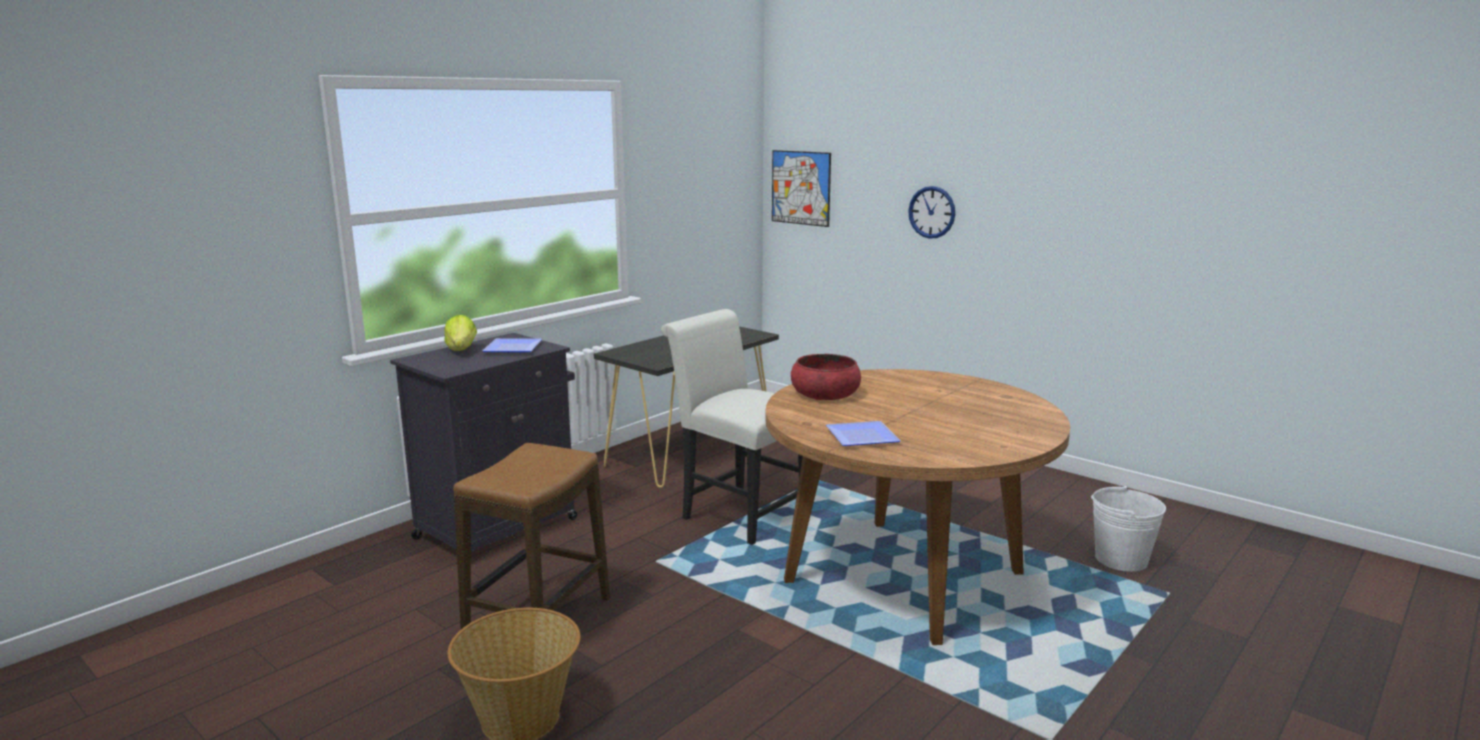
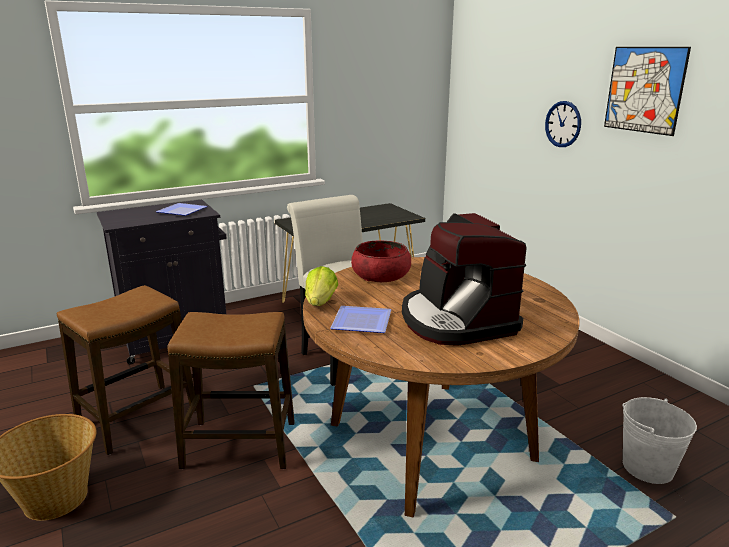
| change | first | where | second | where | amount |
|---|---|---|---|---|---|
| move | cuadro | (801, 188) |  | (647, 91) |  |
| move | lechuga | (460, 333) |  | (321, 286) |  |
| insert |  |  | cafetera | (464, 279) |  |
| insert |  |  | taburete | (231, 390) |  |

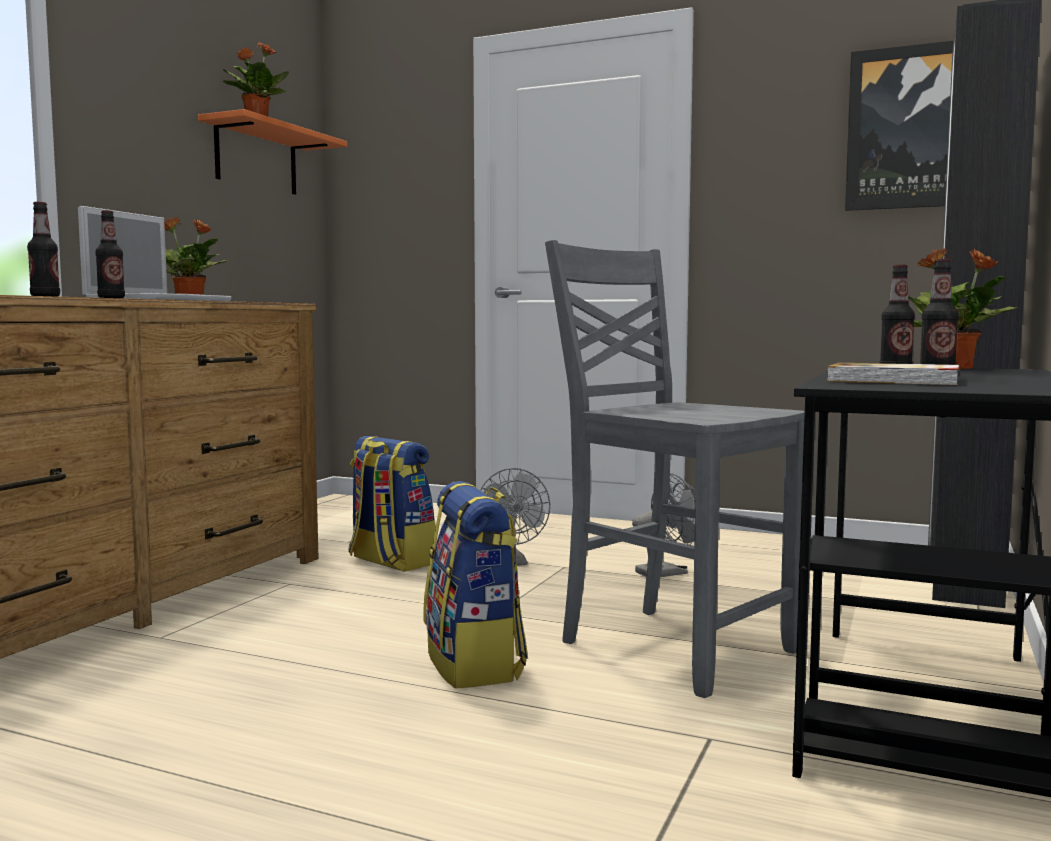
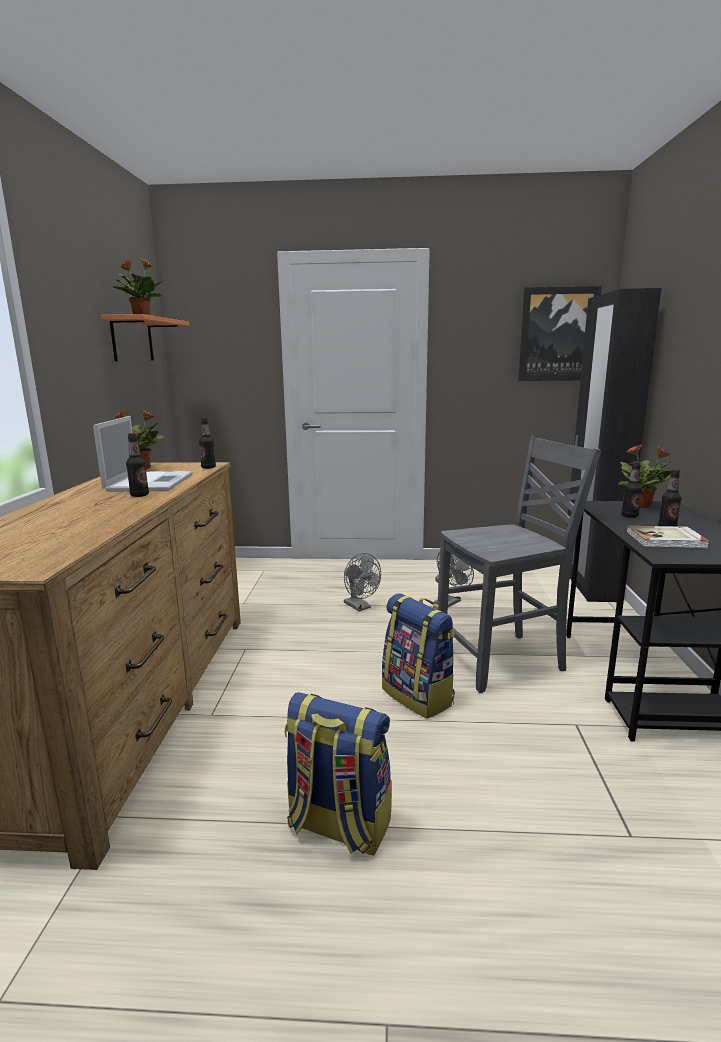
| change | first | where | second | where | amount |
|---|---|---|---|---|---|
| move | botella | (43, 249) |  | (207, 443) |  |
| rotate | silla [gris] | (675, 469) |  | (519, 564) | 135 degrees clockwise |
| move | mochila | (392, 504) |  | (338, 773) |  |

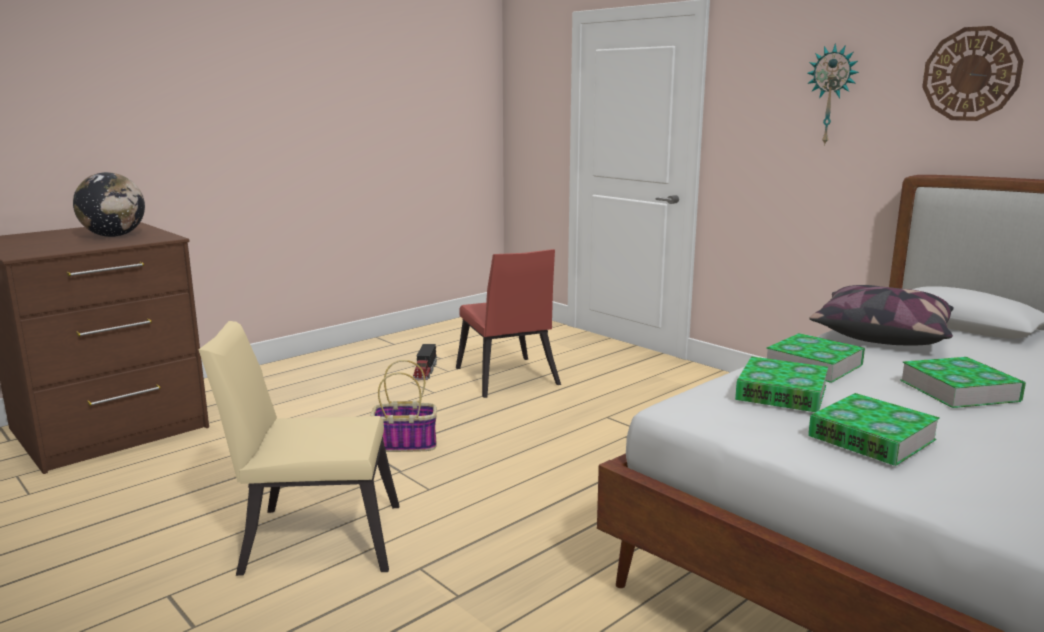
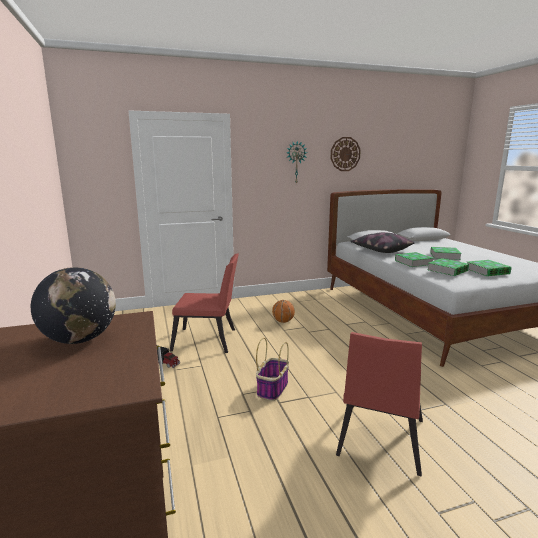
| change | first | where | second | where | amount |
|---|---|---|---|---|---|
| recolor | silla [beis] | (299, 448) | silla [rojo] | (379, 404) |  |
| insert |  |  | balón de baloncesto | (283, 311) |  |

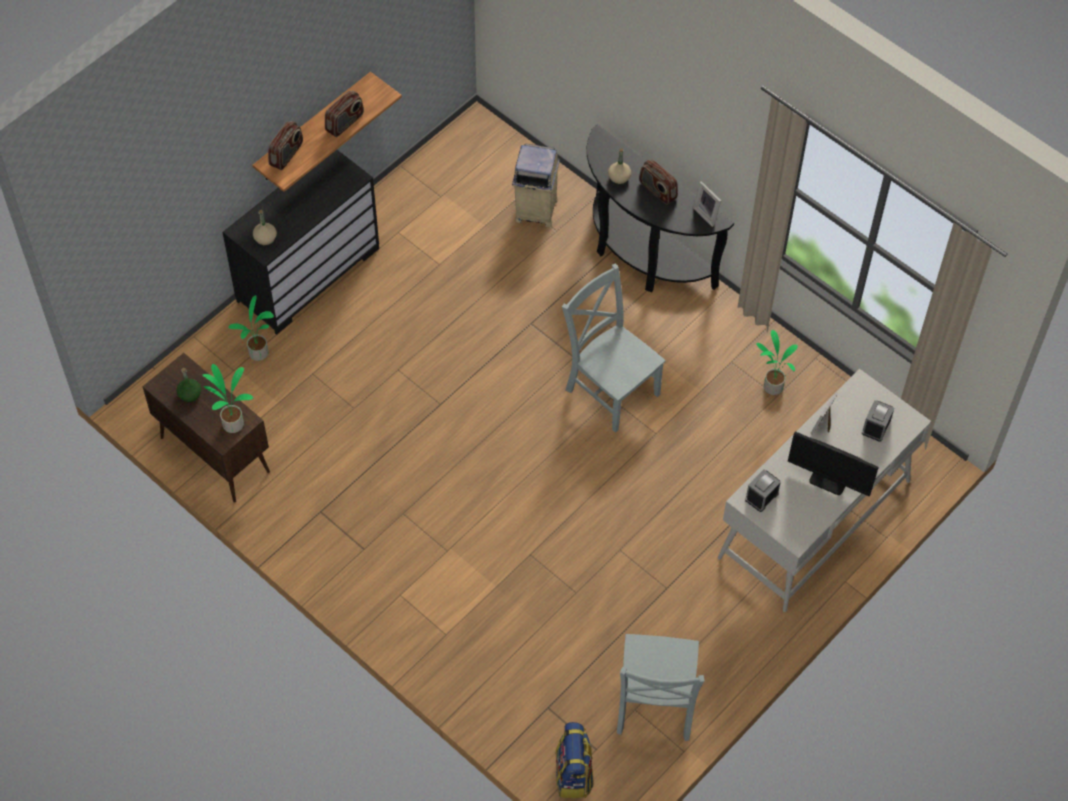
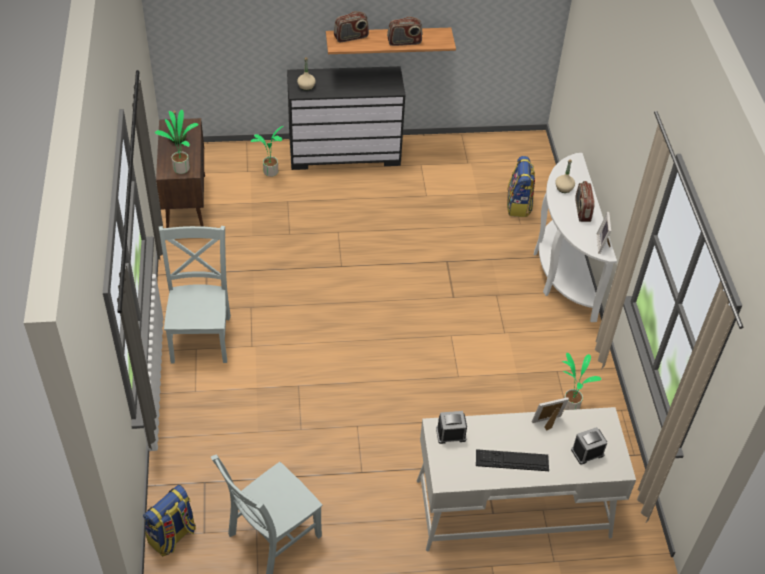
| change | first | where | second | where | amount |
|---|---|---|---|---|---|
| recolor | mesa consola [negro] | (660, 208) | mesa consola [blanco] | (575, 237) |  |
| replace | papelera [beis] | (536, 185) | mochila | (521, 186) |  |
| move | silla [gris] | (614, 348) |  | (195, 295) |  |
| replace | monitor | (833, 464) | teclado | (512, 460) |  |

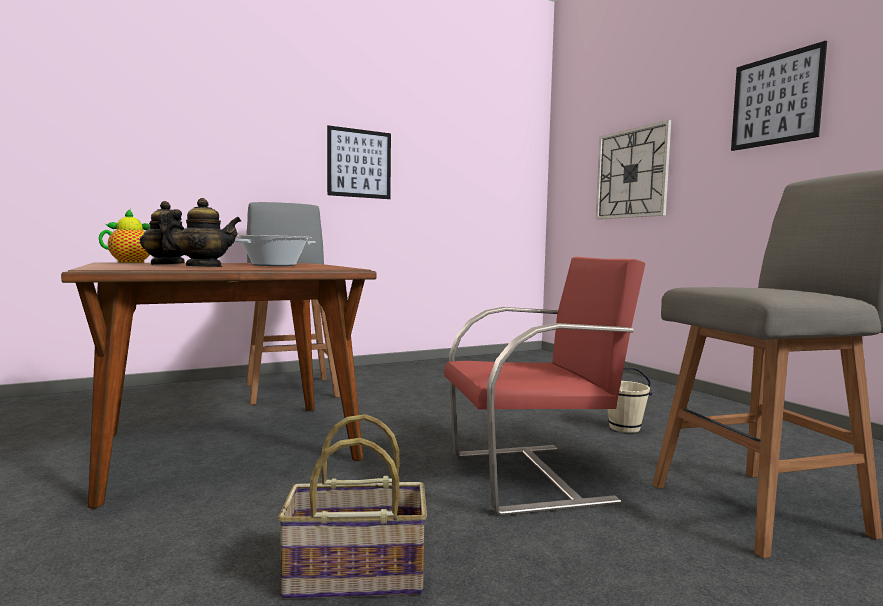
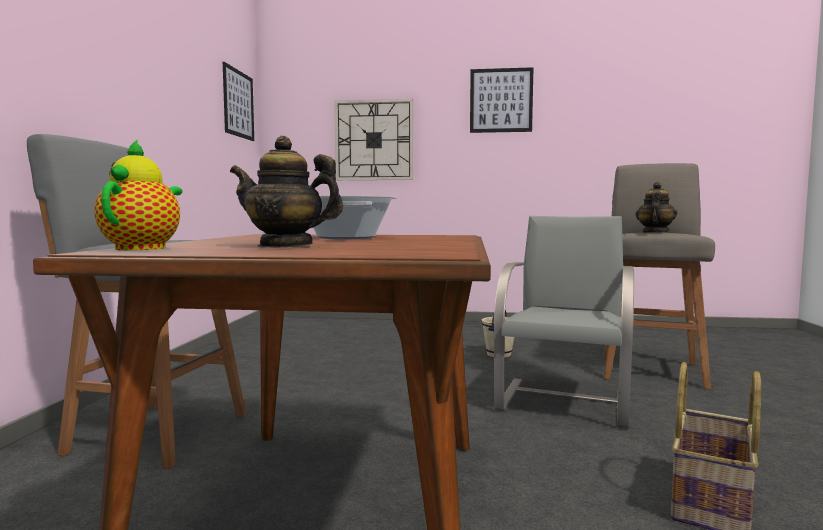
| change | first | where | second | where | amount |
|---|---|---|---|---|---|
| move | cuadro | (359, 162) |  | (238, 101) |  |
| move | tetera | (202, 232) |  | (656, 207) |  |
| recolor | silla [rojo] | (545, 386) | silla [gris] | (564, 322) |  |

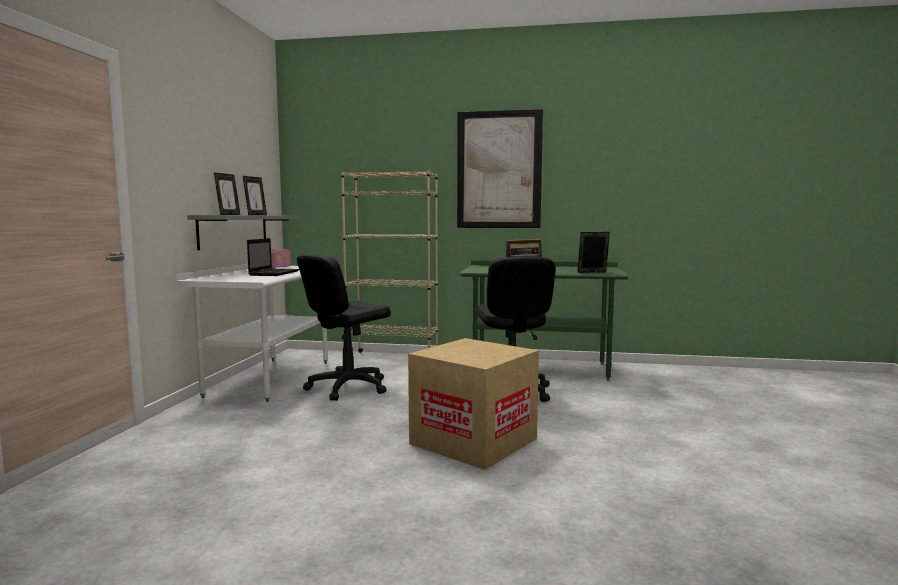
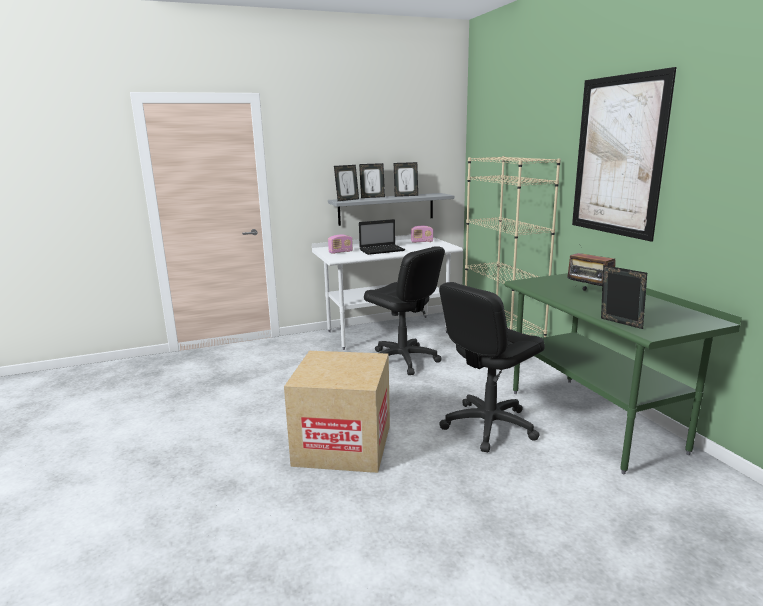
| change | first | where | second | where | amount |
|---|---|---|---|---|---|
| rotate | silla de oficina [negro] | (344, 327) |  | (404, 310) | 150 degrees counterclockwise |
| insert |  |  | portarretratos | (346, 183) |  |
| insert |  |  | radio | (340, 244) |  |

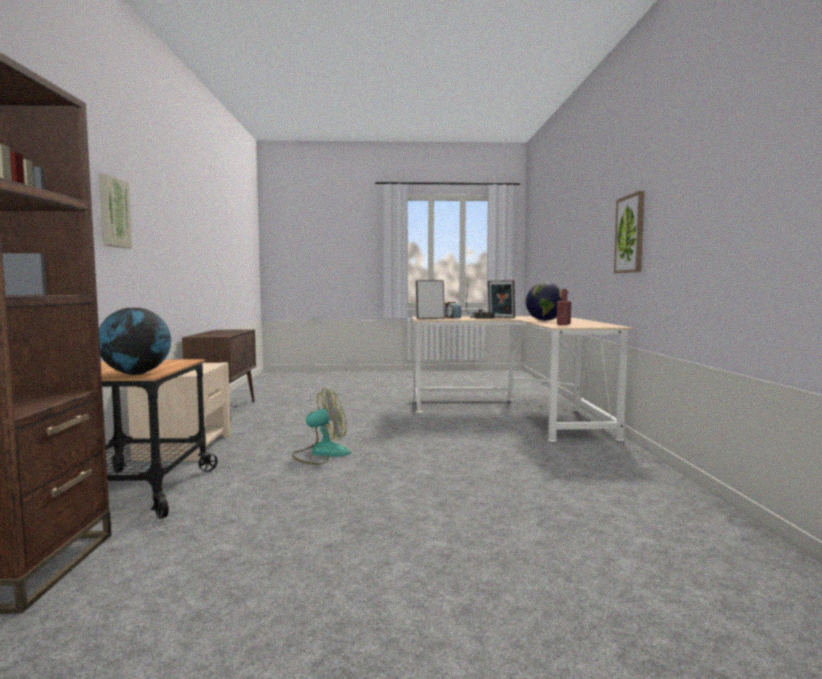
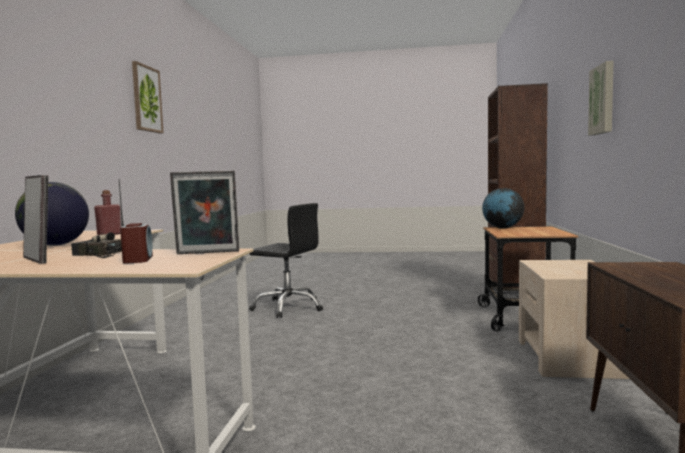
| change | first | where | second | where | amount |
|---|---|---|---|---|---|
| move | cuadro | (629, 232) |  | (148, 97) |  |
| delete | ventilador | (321, 426) |  |  |  |
| insert |  |  | silla de oficina [negro] | (286, 260) |  |

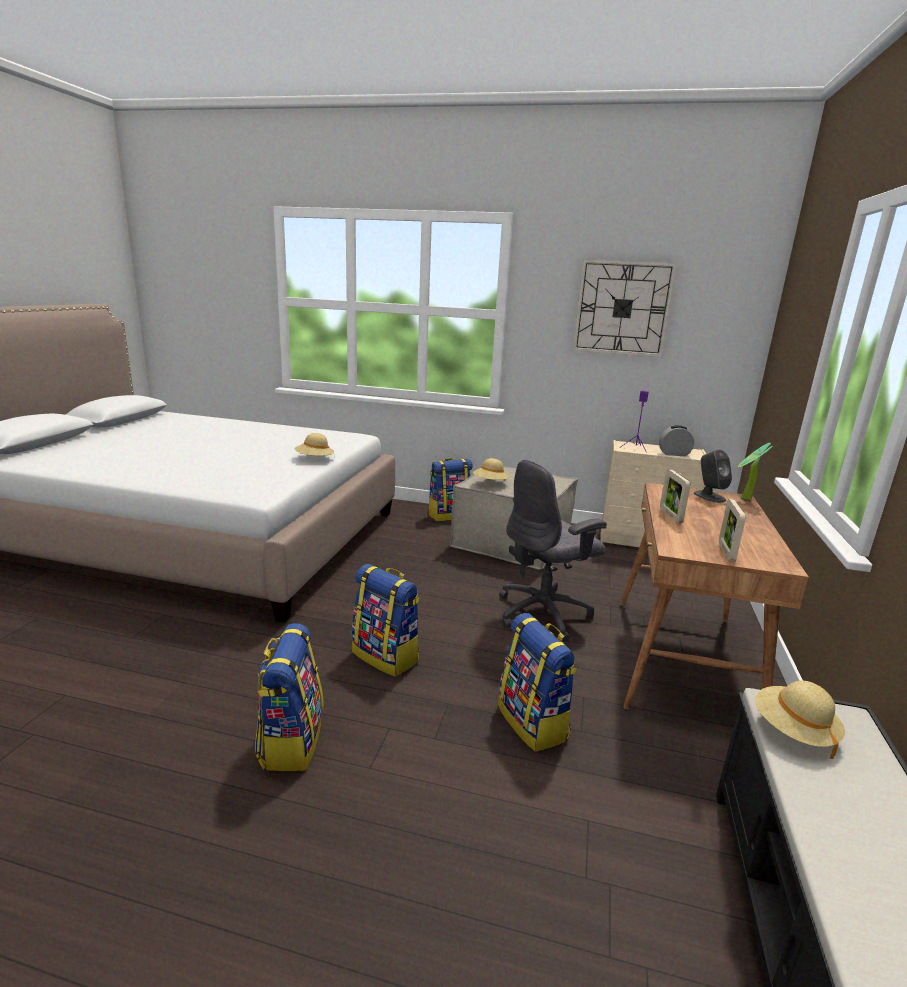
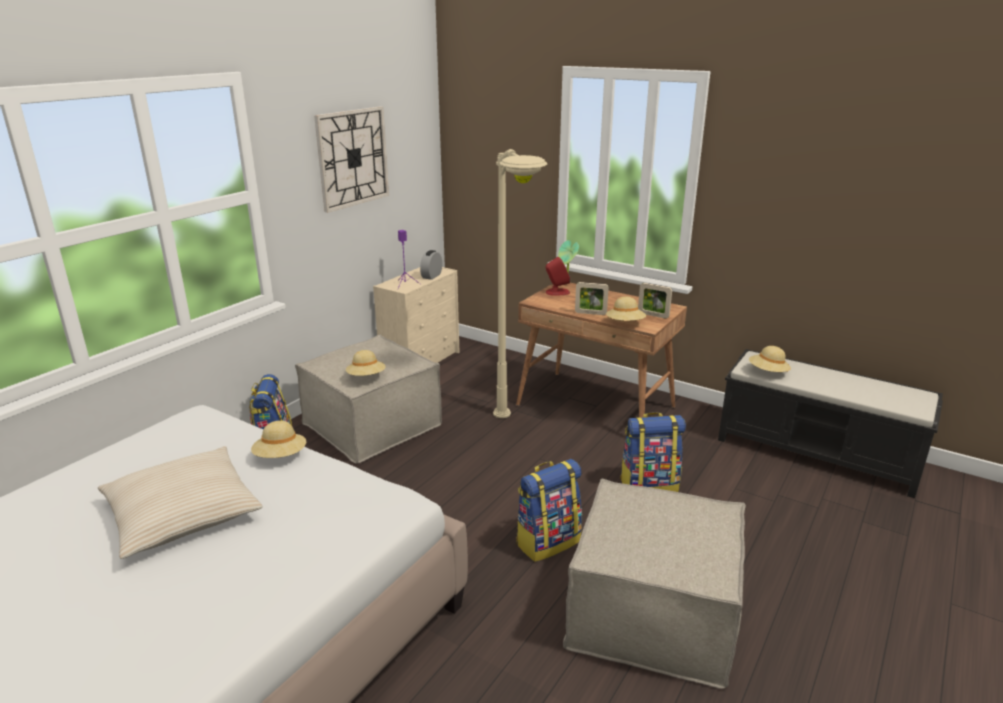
| change | first | where | second | where | amount |
|---|---|---|---|---|---|
| recolor | altavoz [gris] | (713, 476) | altavoz [rojo] | (557, 276) |  |
| replace | silla de oficina [gris] | (553, 551) | lámpara de pie [beis] | (520, 283) |  |
| replace | mochila | (289, 697) | puf [beis] | (654, 584) |  |
| insert |  |  | sombrero [beis] | (626, 308) |  |
| insert |  |  | cojín [beis] | (180, 502) |  |

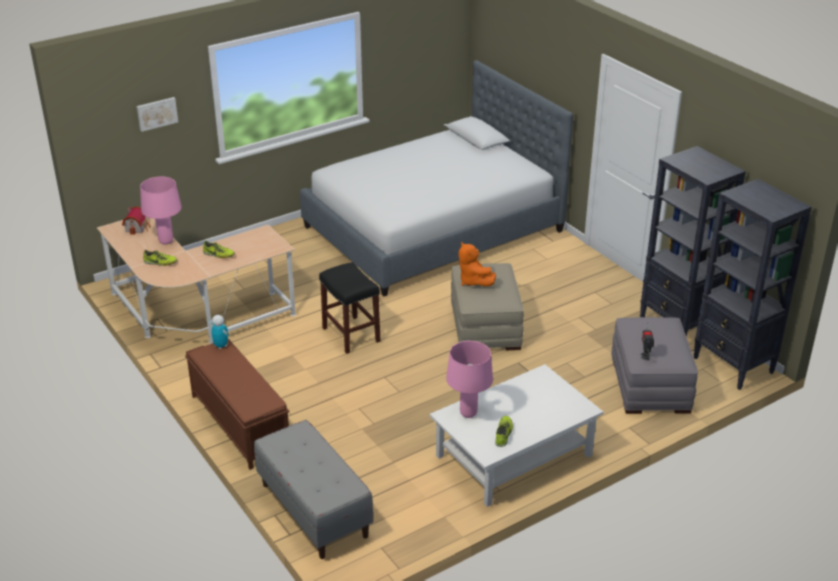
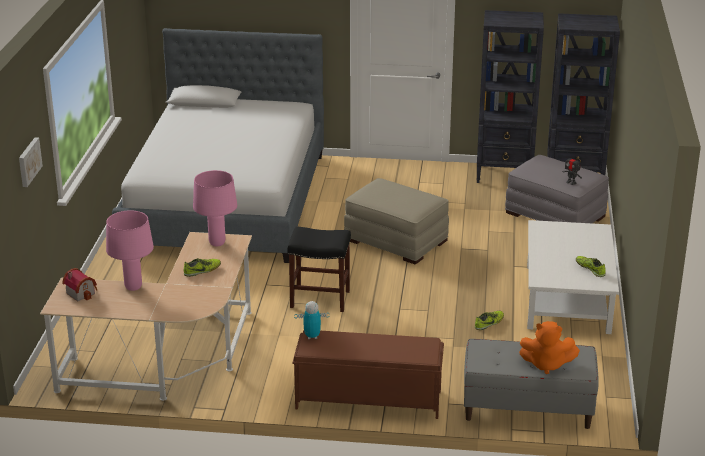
| change | first | where | second | where | amount |
|---|---|---|---|---|---|
| move | peluche [naranja] | (477, 264) |  | (549, 347) |  |
| move | zapato | (160, 258) |  | (489, 320) |  |
| move | lámpara de mesa [rosa] | (469, 379) |  | (215, 208) |  |

